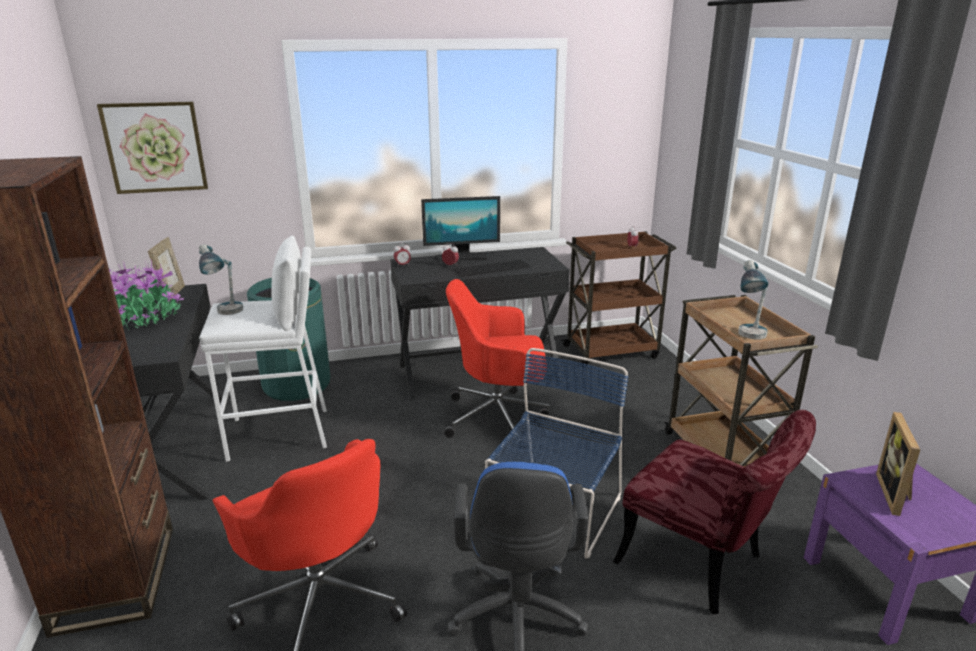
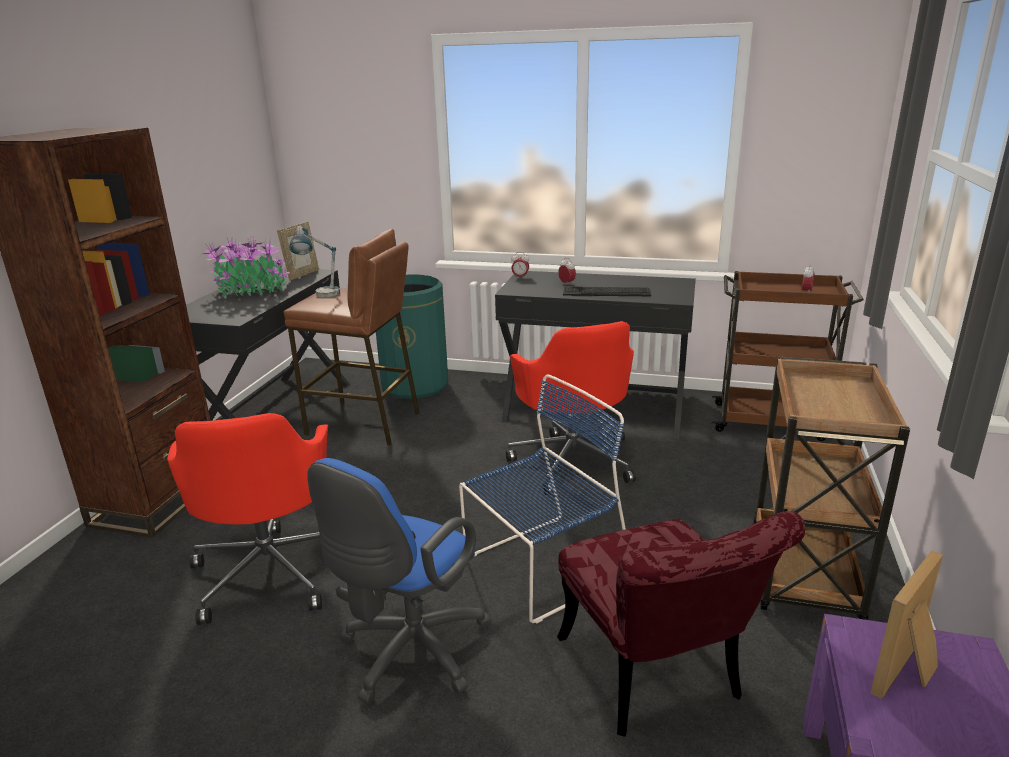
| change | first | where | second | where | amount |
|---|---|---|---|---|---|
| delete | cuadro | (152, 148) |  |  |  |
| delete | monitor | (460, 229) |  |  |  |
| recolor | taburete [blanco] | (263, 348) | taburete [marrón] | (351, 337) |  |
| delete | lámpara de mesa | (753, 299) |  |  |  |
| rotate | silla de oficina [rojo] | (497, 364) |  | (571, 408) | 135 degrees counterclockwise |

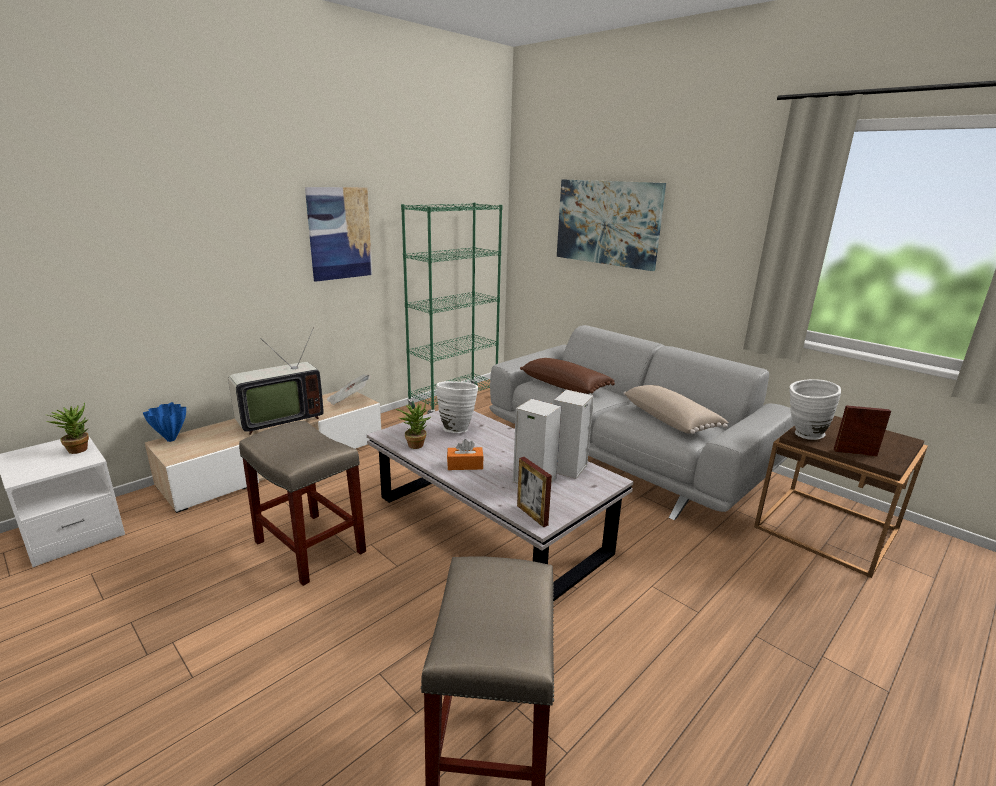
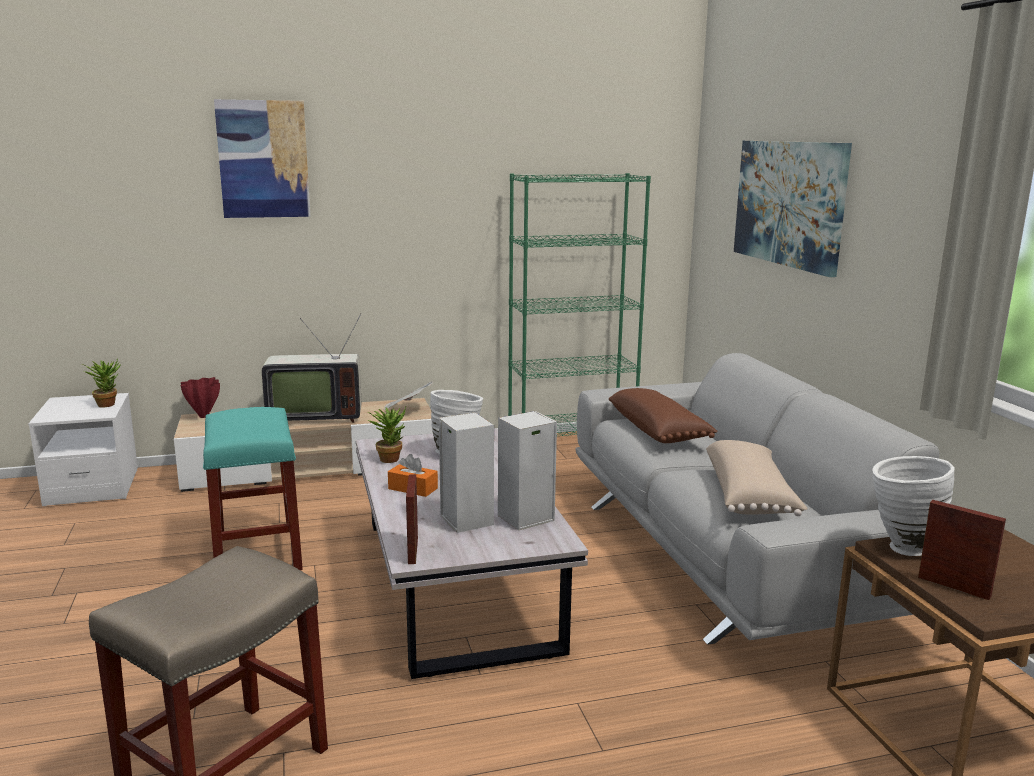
| change | first | where | second | where | amount |
|---|---|---|---|---|---|
| move | cuadro | (338, 234) |  | (262, 158) |  |
| recolor | florero [azul] | (164, 422) | florero [rojo] | (200, 397) |  |
| recolor | taburete [beis] | (302, 503) | taburete [turquesa] | (253, 488) |  |

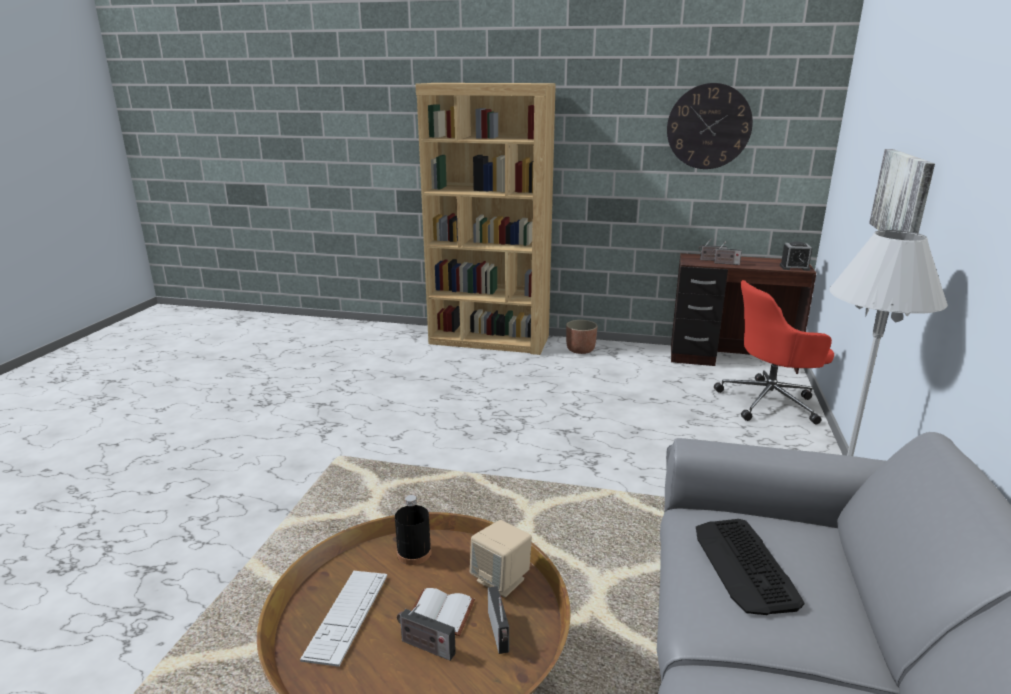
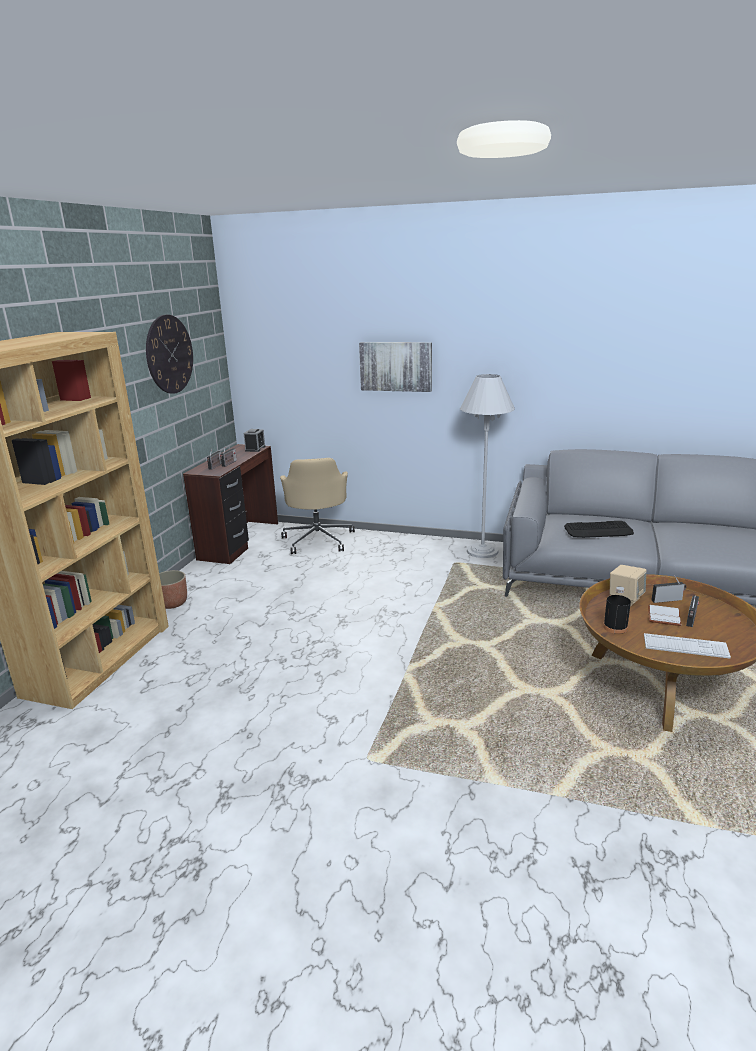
| change | first | where | second | where | amount |
|---|---|---|---|---|---|
| recolor | silla de oficina [rojo] | (774, 352) | silla de oficina [beis] | (317, 506) |  |

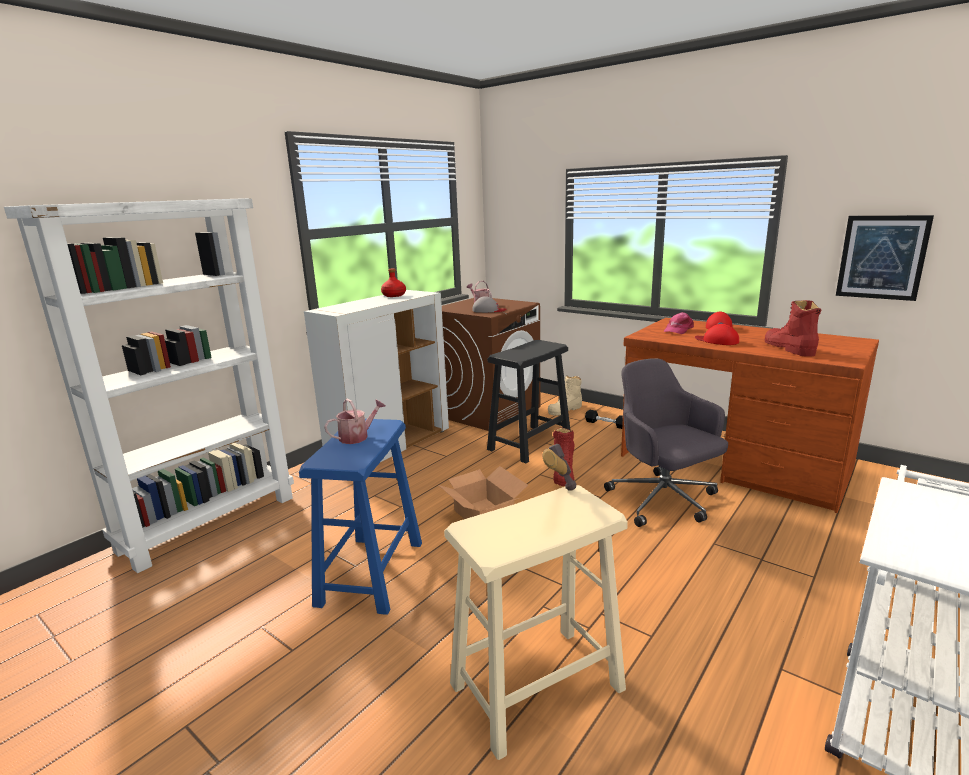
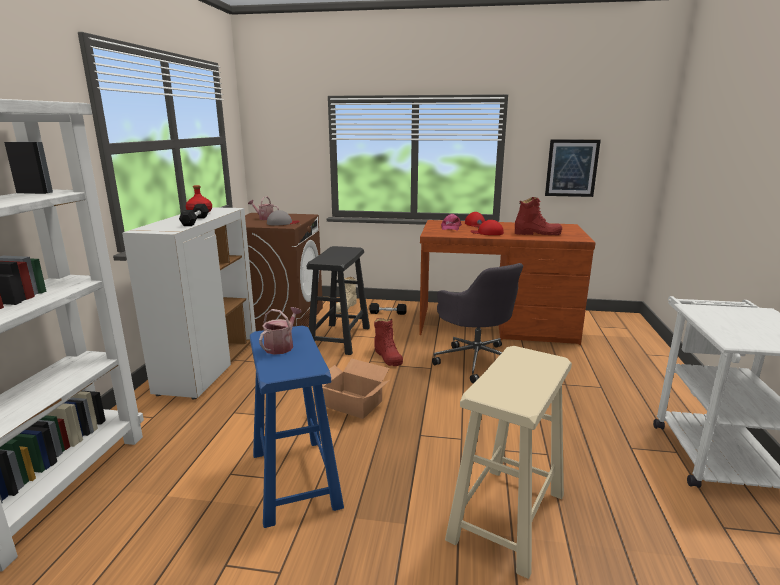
| change | first | where | second | where | amount |
|---|---|---|---|---|---|
| rotate | bota [rojo] | (793, 328) |  | (538, 216) | 135 degrees clockwise |
| rotate | silla de oficina [gris] | (666, 442) |  | (477, 323) | 150 degrees counterclockwise |
| delete | martillo | (559, 467) |  |  |  |
| insert |  |  | mancuerna [negro] | (194, 215) |  |

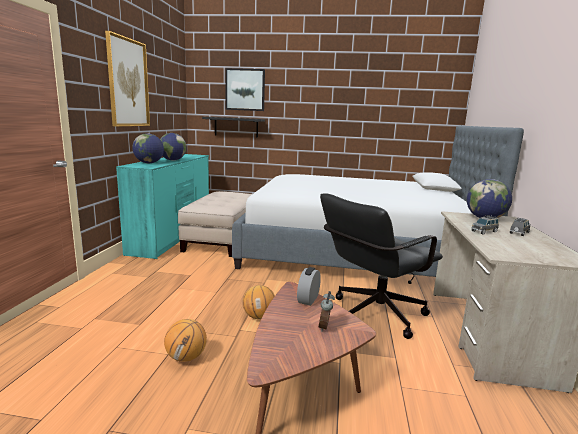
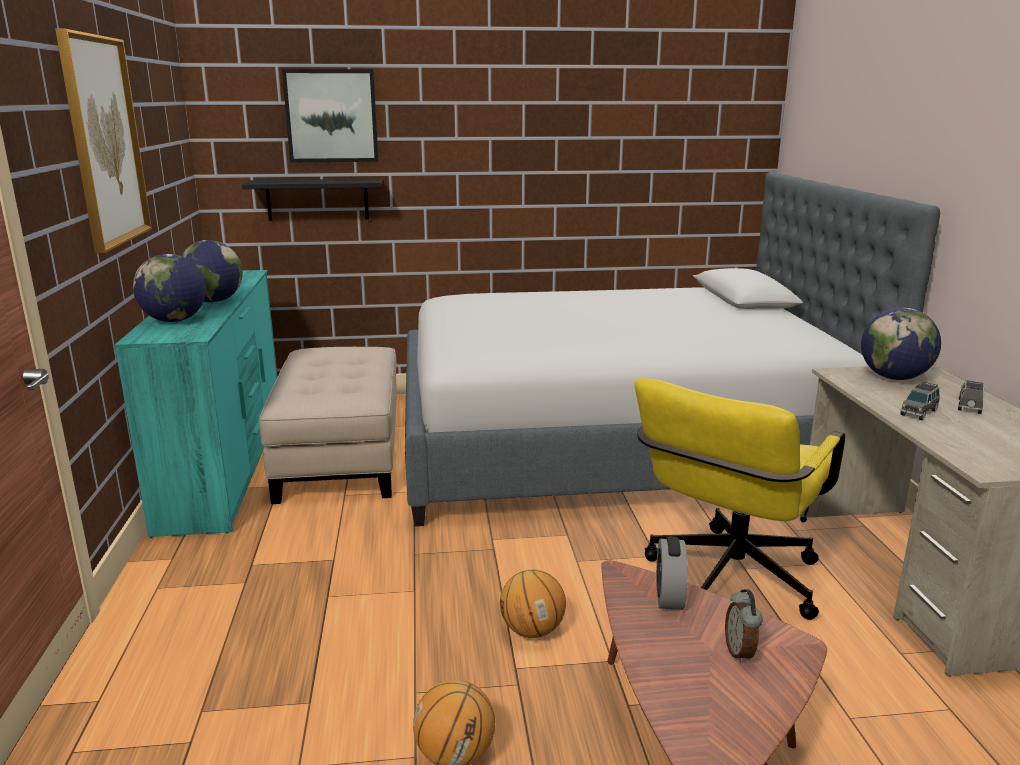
| change | first | where | second | where | amount |
|---|---|---|---|---|---|
| recolor | silla de oficina [negro] | (381, 266) | silla de oficina [amarillo] | (740, 499) |  |

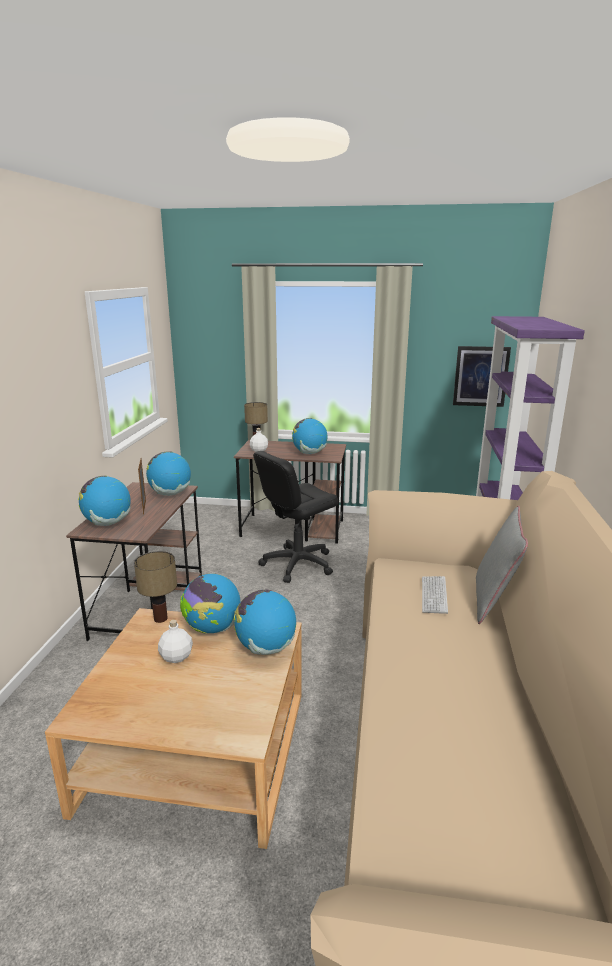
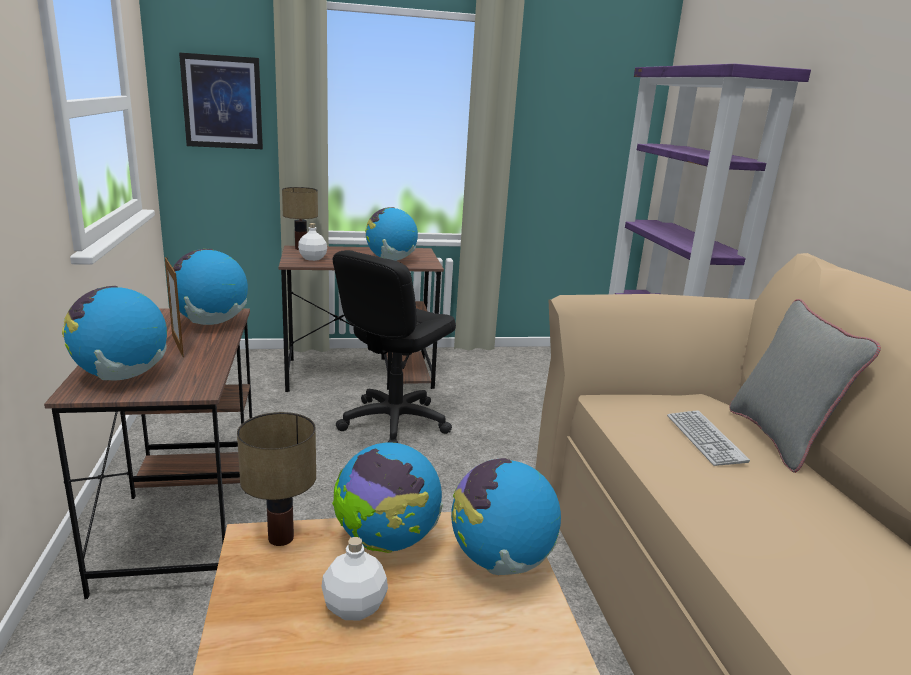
| change | first | where | second | where | amount |
|---|---|---|---|---|---|
| move | cuadro | (482, 376) |  | (221, 100) |  |

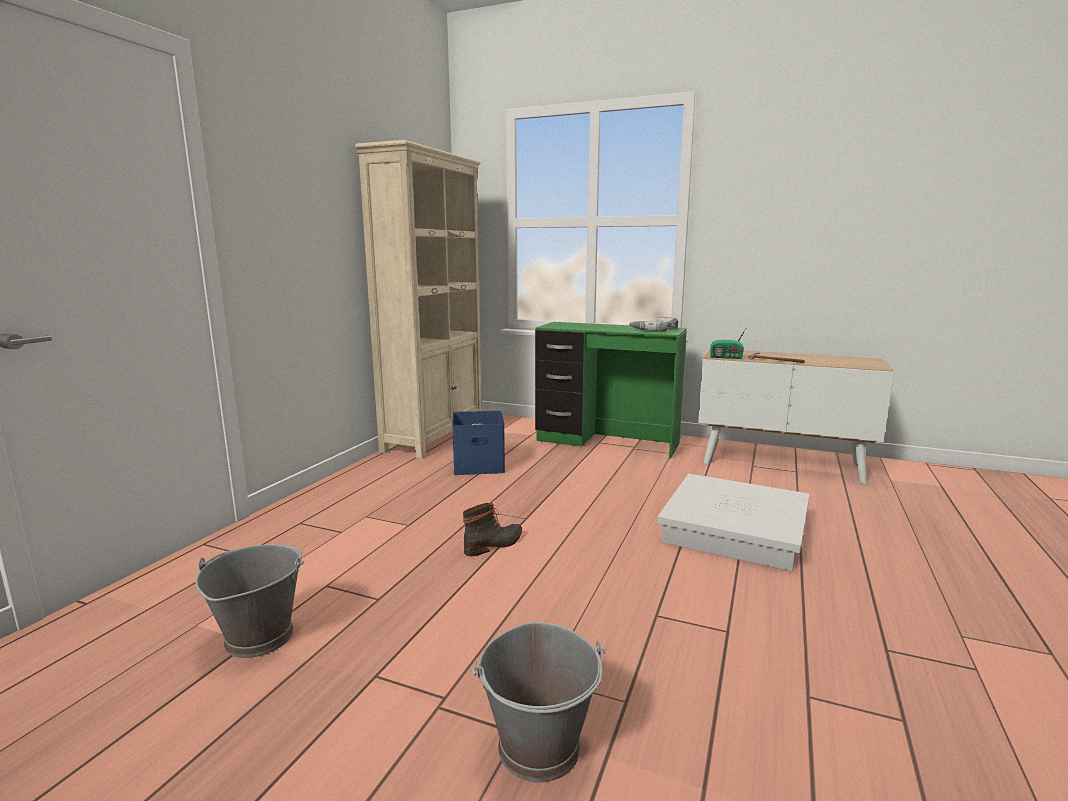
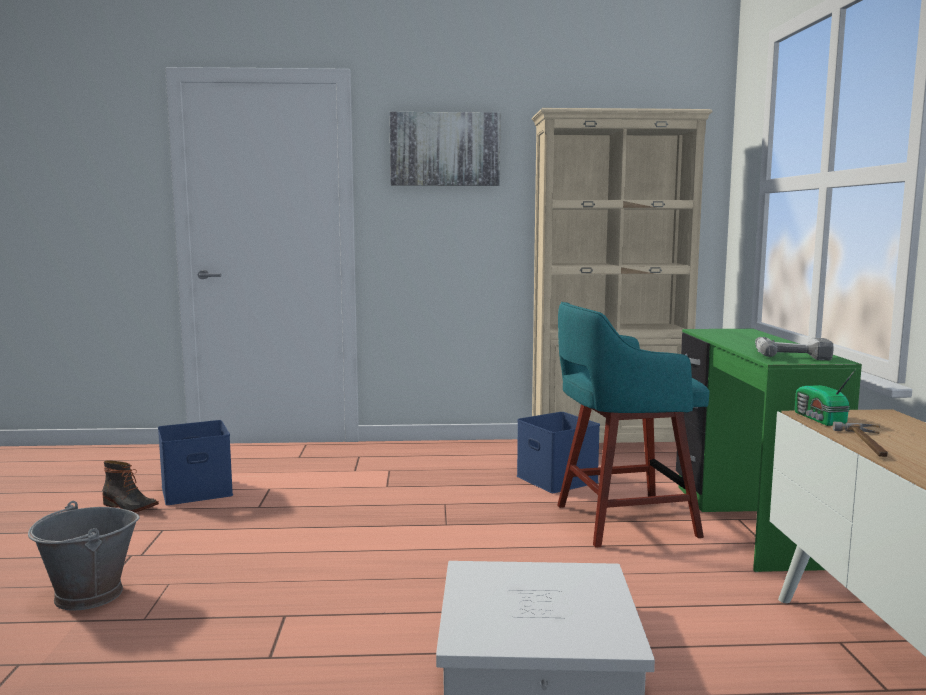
| change | first | where | second | where | amount |
|---|---|---|---|---|---|
| move | bota | (492, 529) |  | (130, 486) |  |
| replace | cubo [gris] | (250, 601) | caja de almacenaje [azul] | (195, 462) |  |
| insert |  |  | cuadro | (445, 149) |  |
| insert |  |  | taburete [turquesa] | (633, 425) |  |

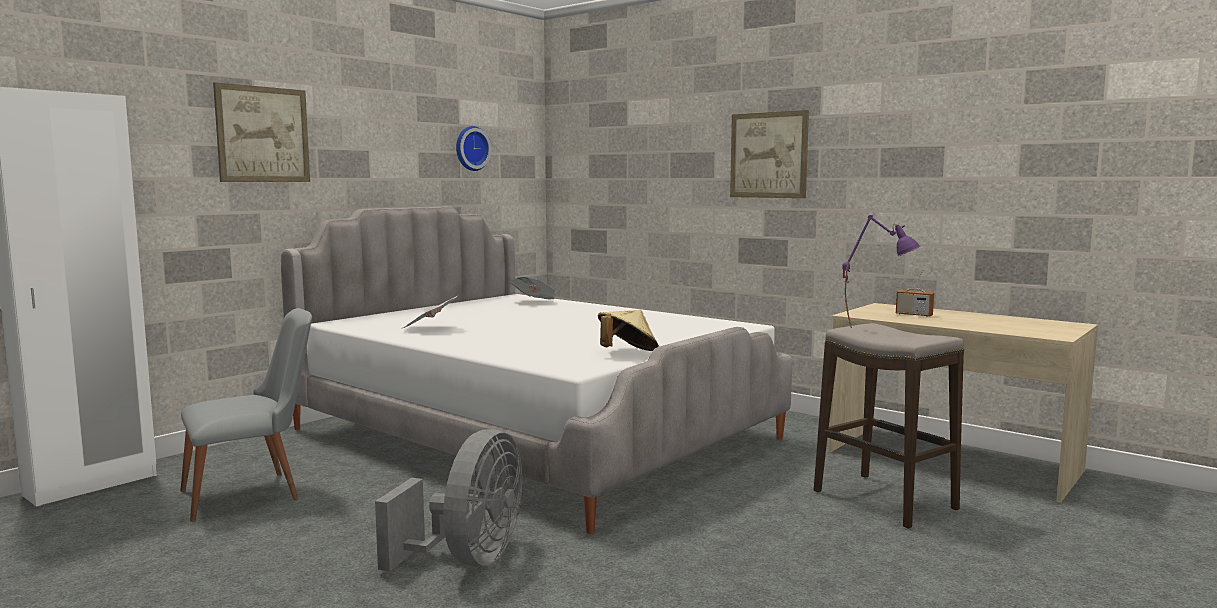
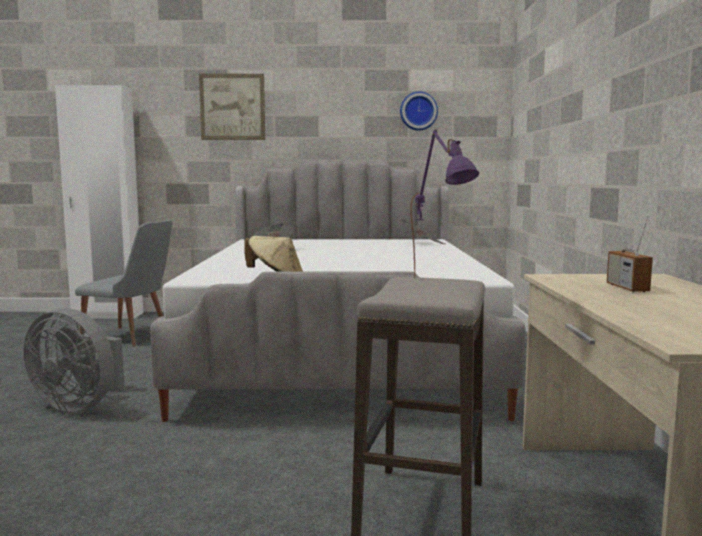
| change | first | where | second | where | amount |
|---|---|---|---|---|---|
| delete | cuadro | (769, 154) |  |  |  |
| rotate | ventilador [gris] | (448, 500) |  | (74, 360) | 45 degrees clockwise |

